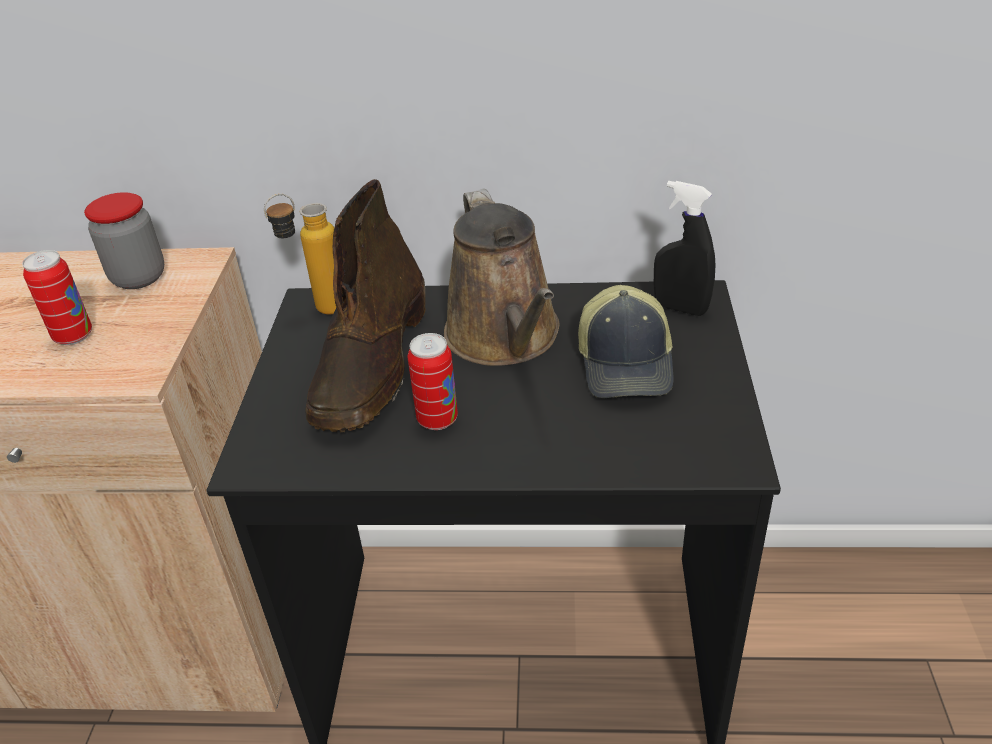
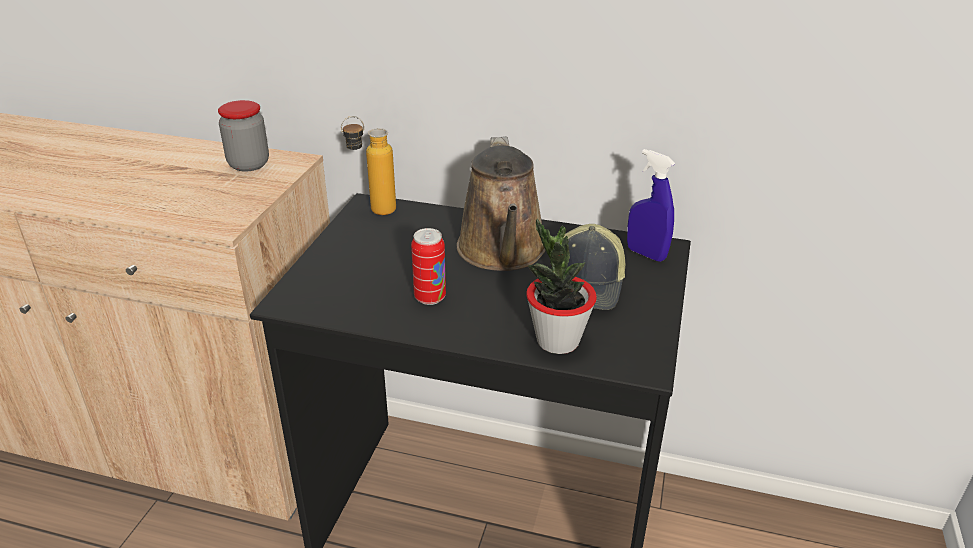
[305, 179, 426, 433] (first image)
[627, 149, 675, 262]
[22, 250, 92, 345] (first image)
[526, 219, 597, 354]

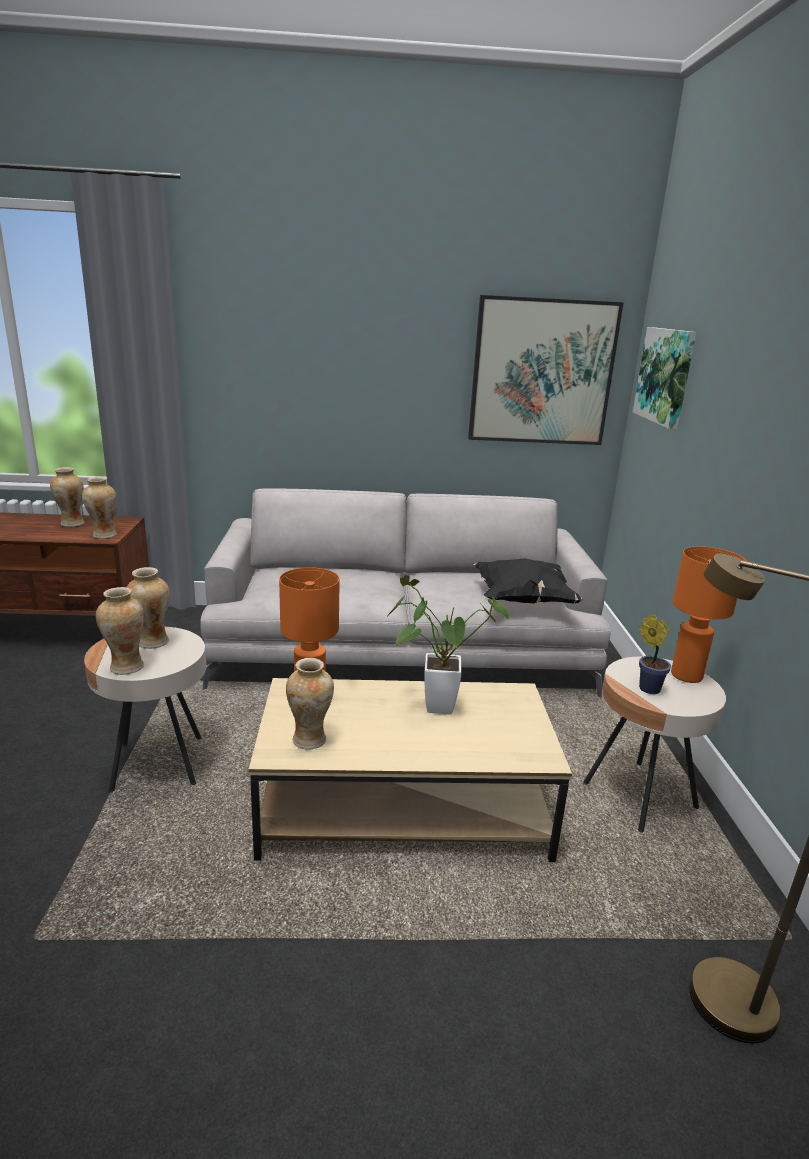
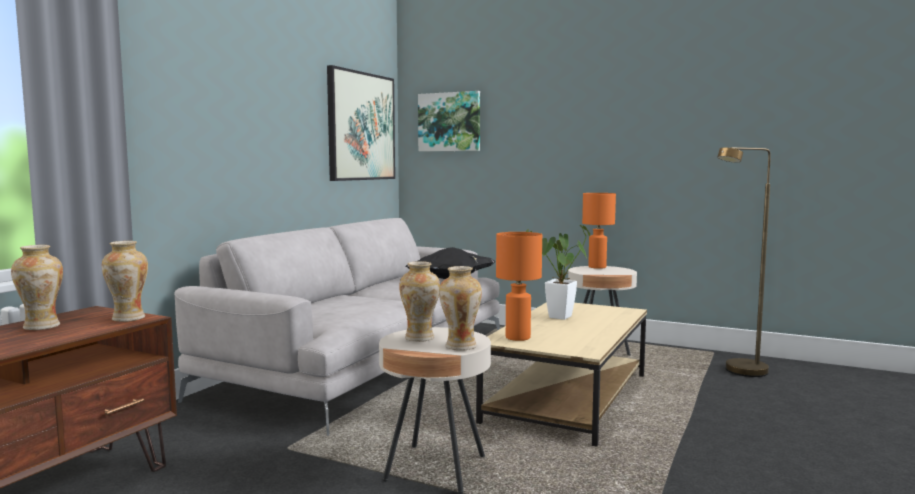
[639, 614, 671, 694] (first image)
[286, 658, 334, 750] (first image)

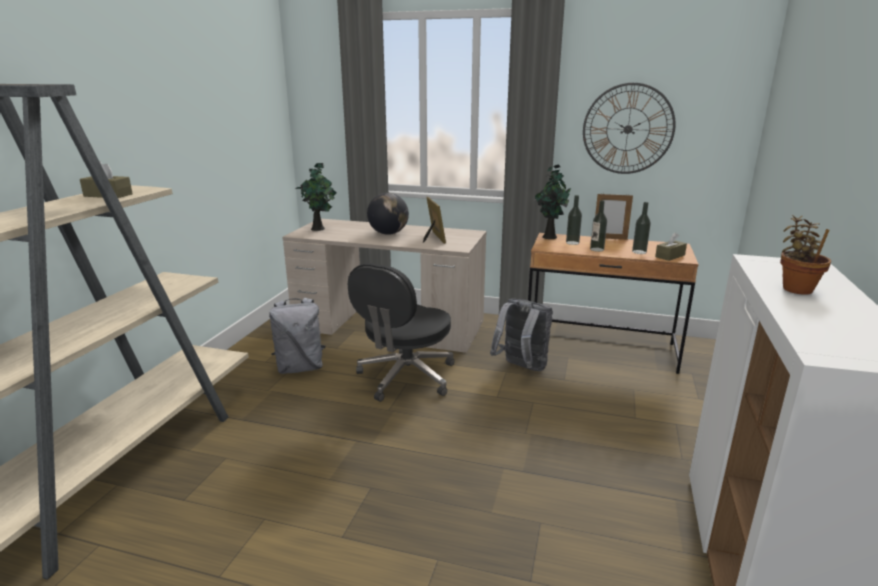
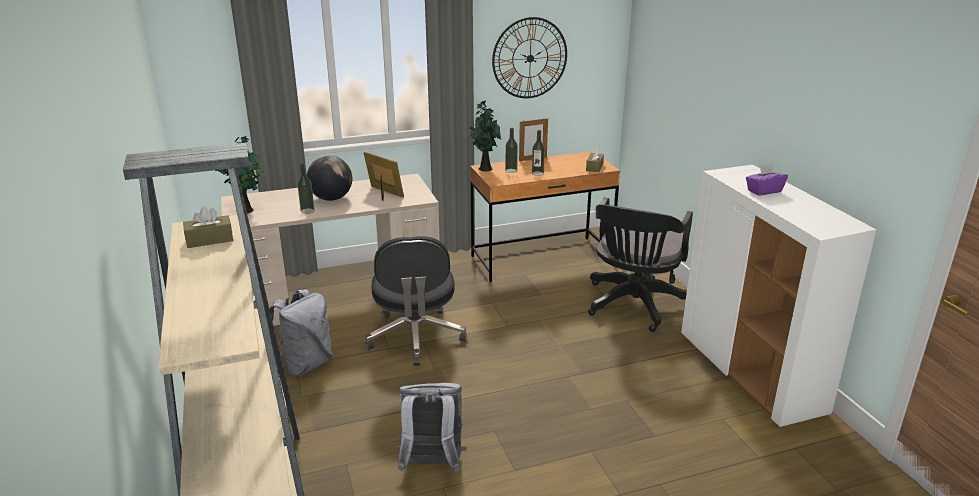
[297, 163, 314, 214]
[746, 164, 788, 196]
[396, 383, 466, 472]
[588, 197, 693, 332]

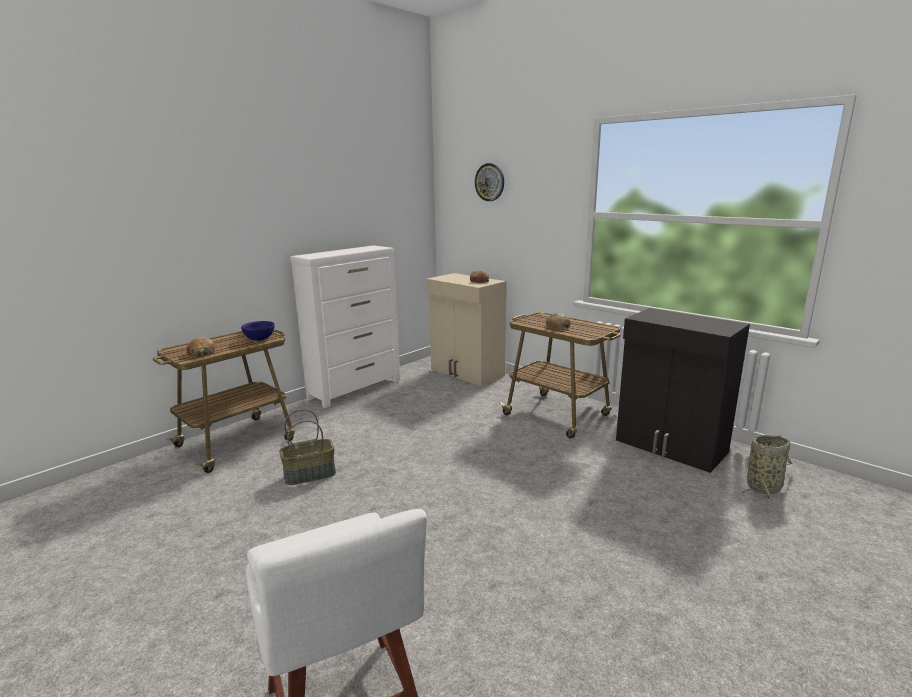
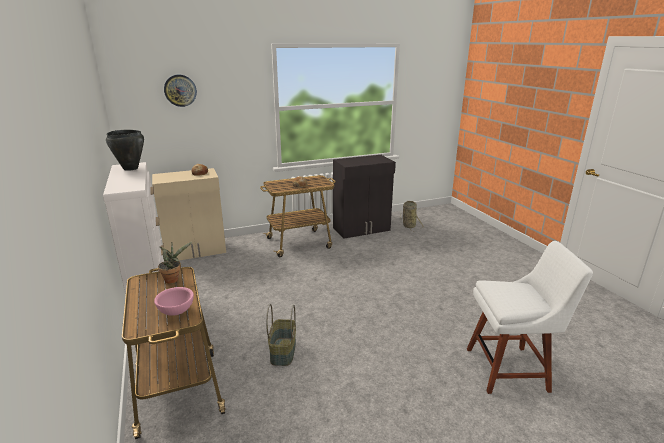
[158, 242, 192, 284]
[154, 287, 194, 316]
[106, 130, 144, 171]

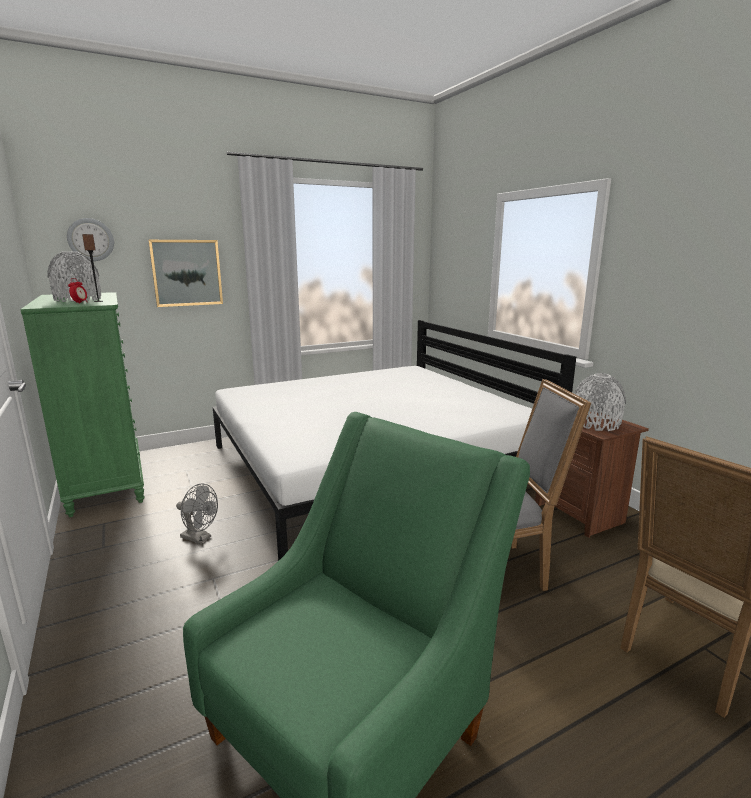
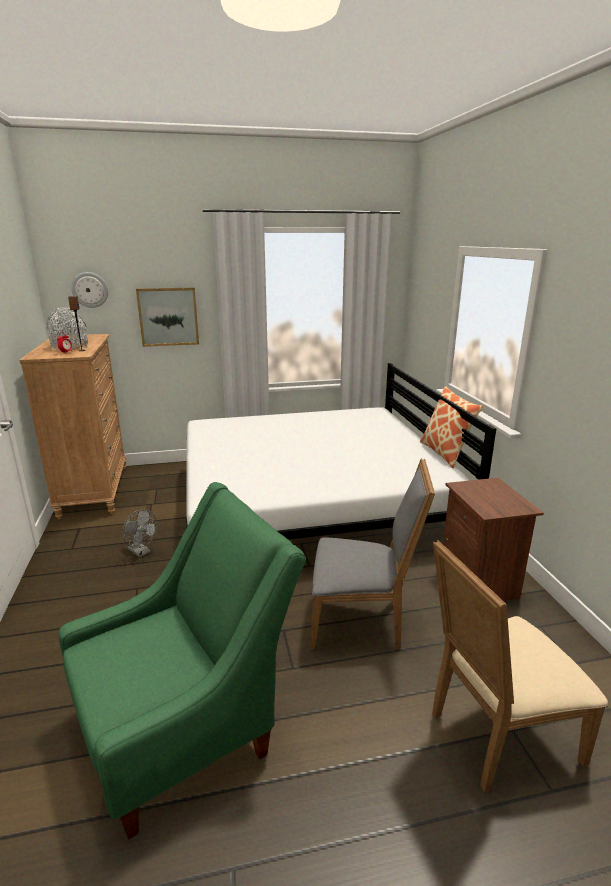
[19, 334, 127, 519]
[574, 373, 626, 431] (first image)
[420, 386, 483, 468]

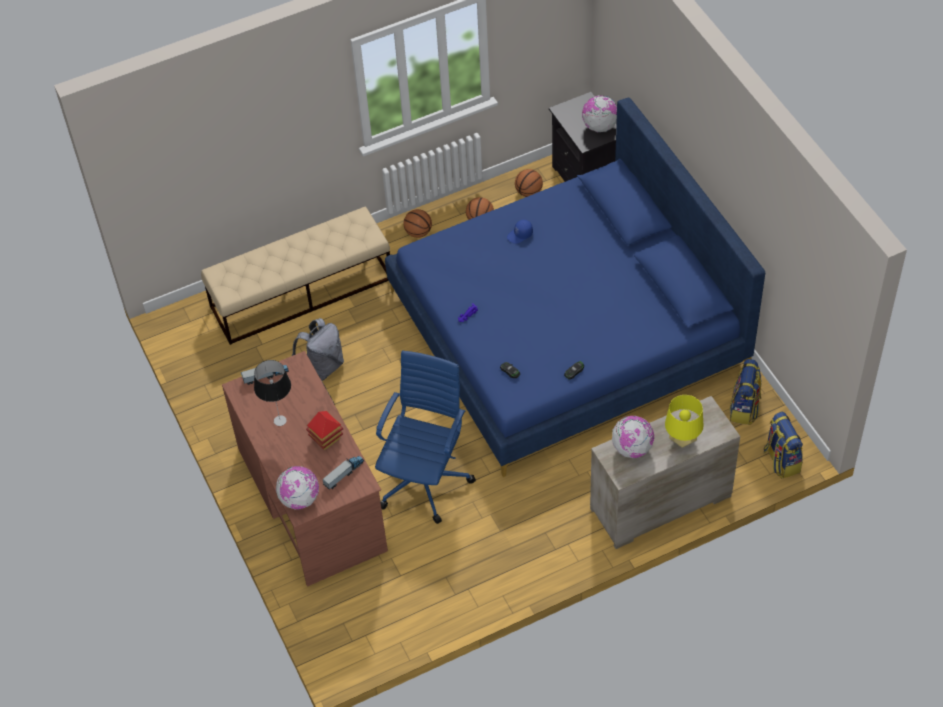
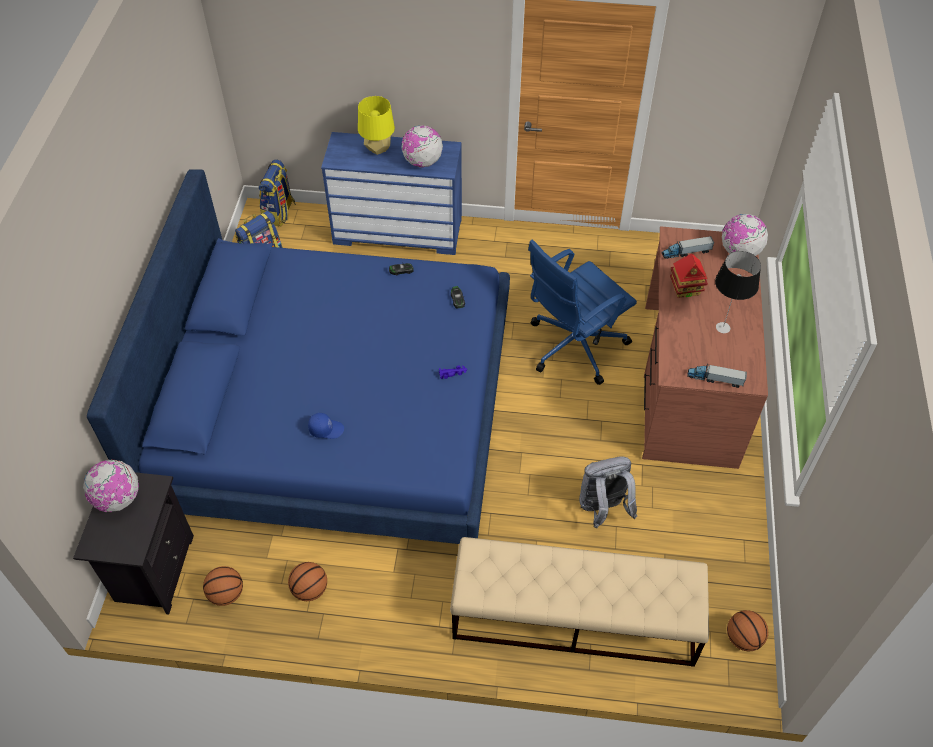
[727, 610, 768, 651]
[321, 132, 462, 255]

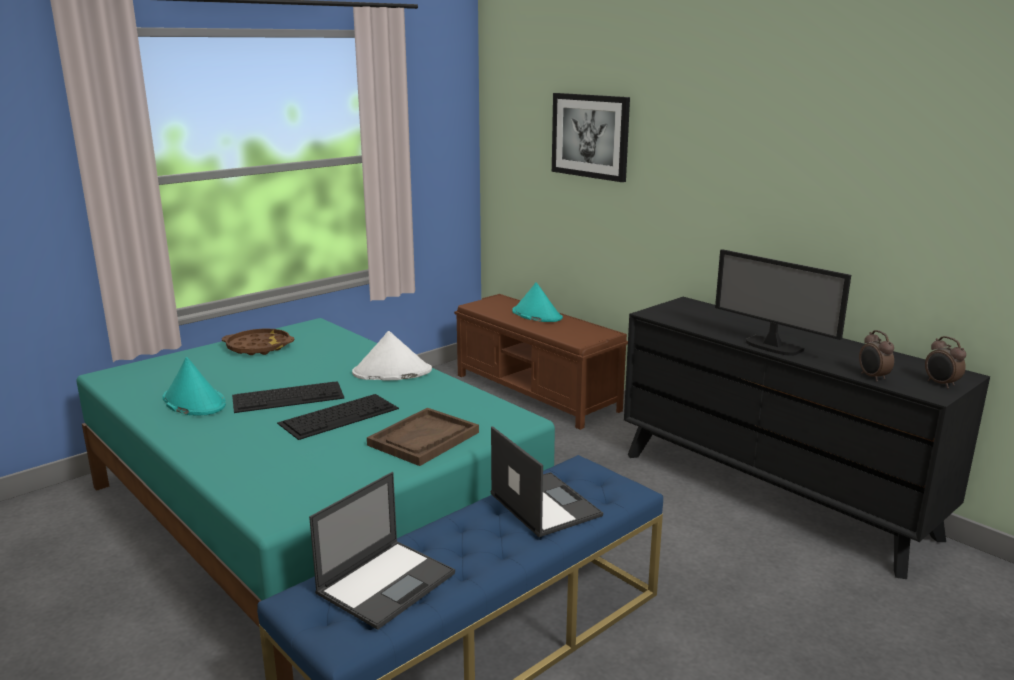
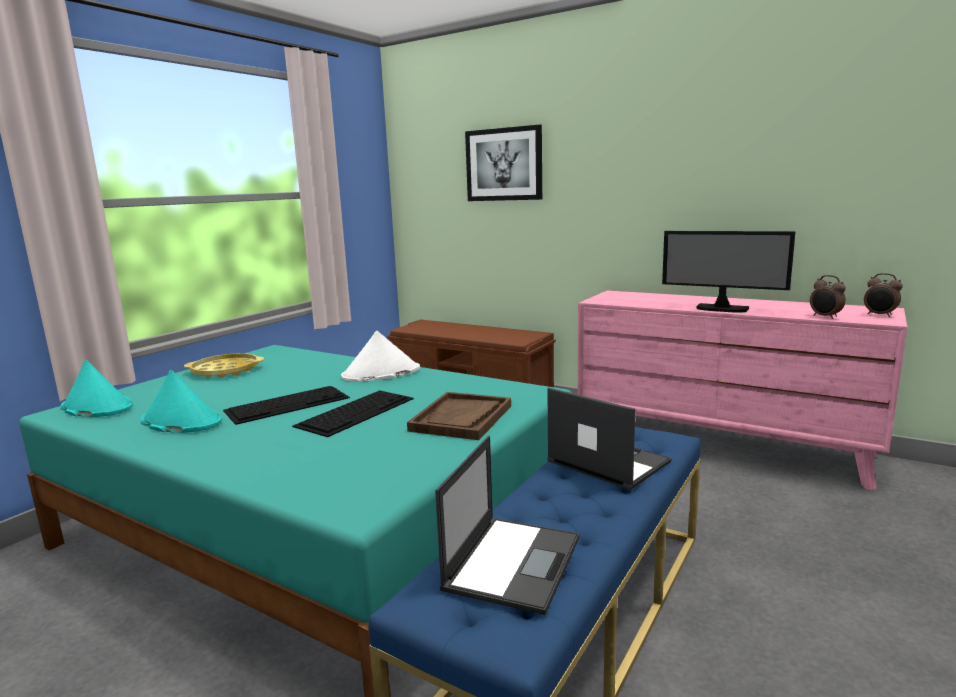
[60, 359, 133, 417]
[578, 291, 907, 490]
[184, 353, 264, 378]

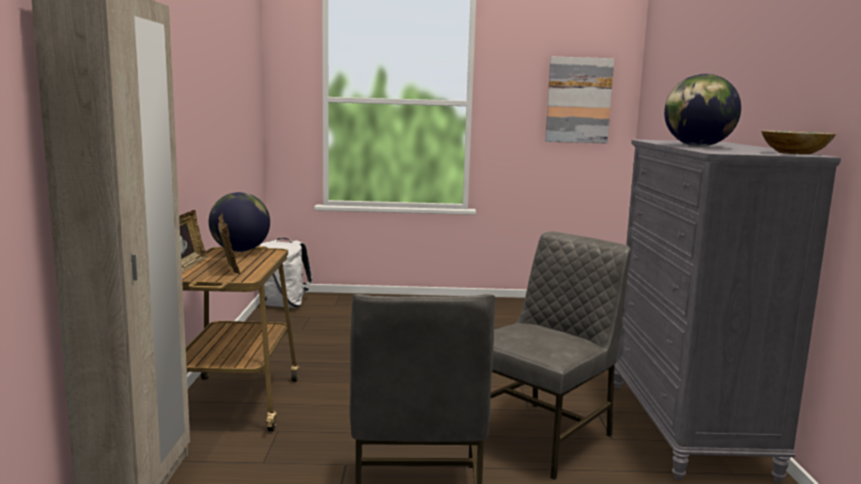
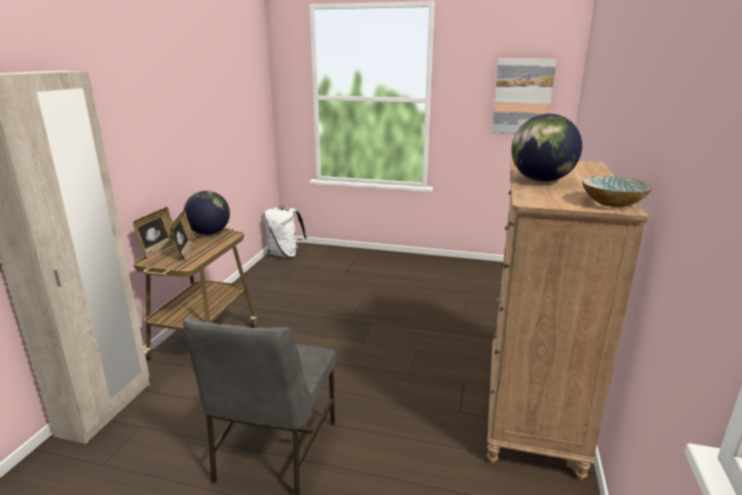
[487, 158, 648, 480]
[490, 232, 631, 480] (first image)

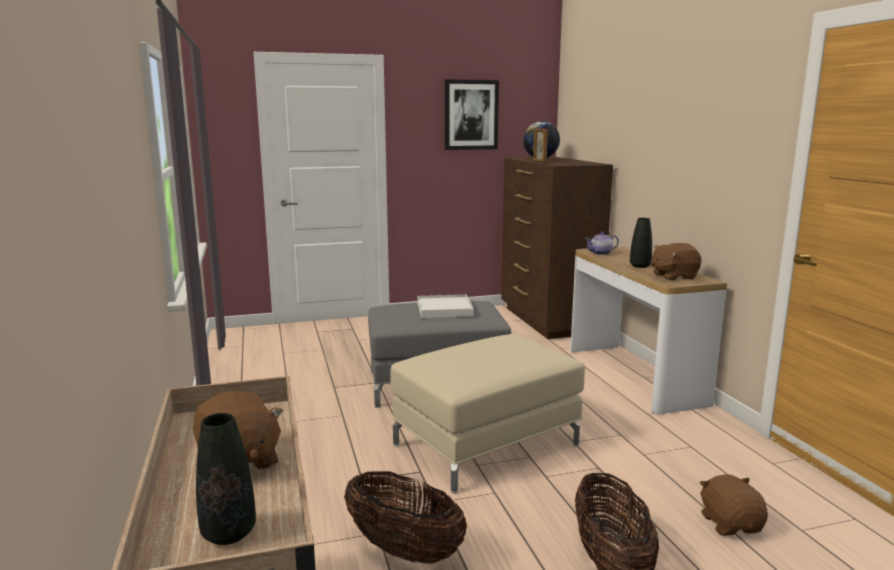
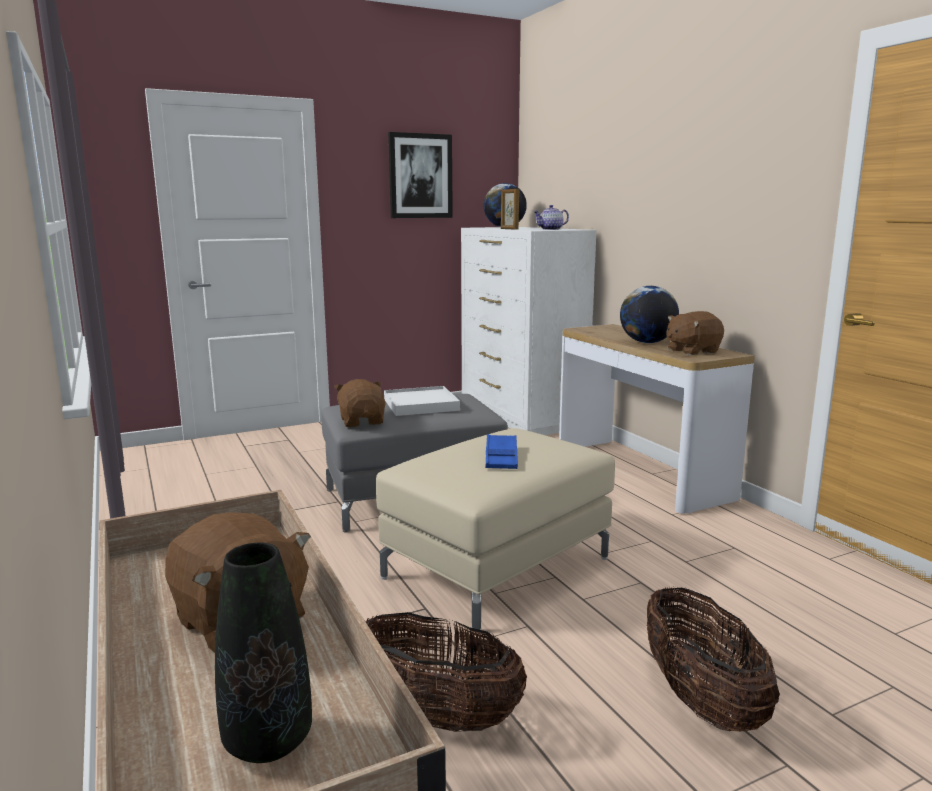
[461, 227, 596, 435]
[620, 286, 679, 343]
[534, 205, 569, 230]
[334, 379, 385, 427]
[485, 434, 518, 469]

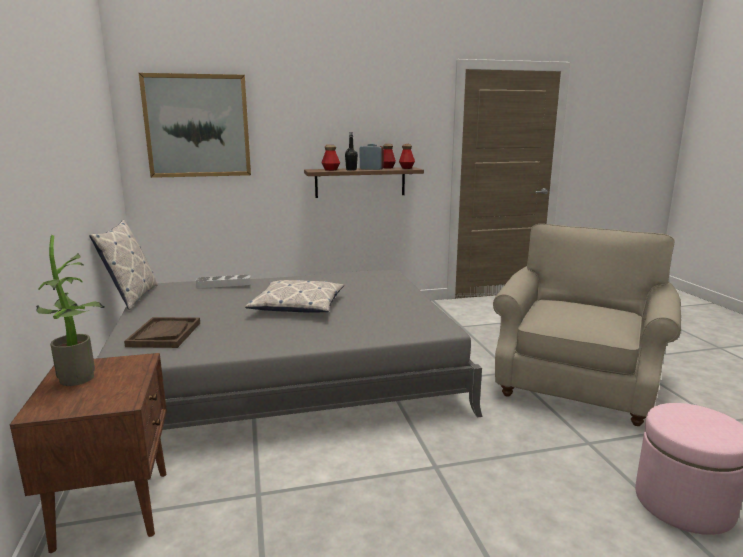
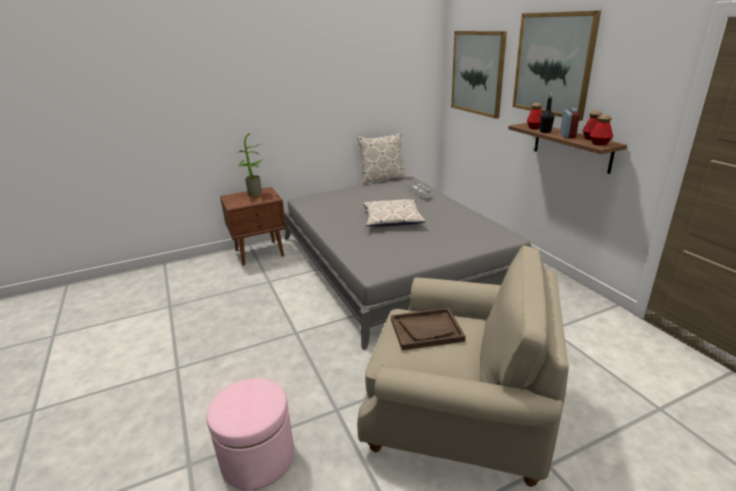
[391, 308, 466, 350]
[513, 10, 601, 121]

